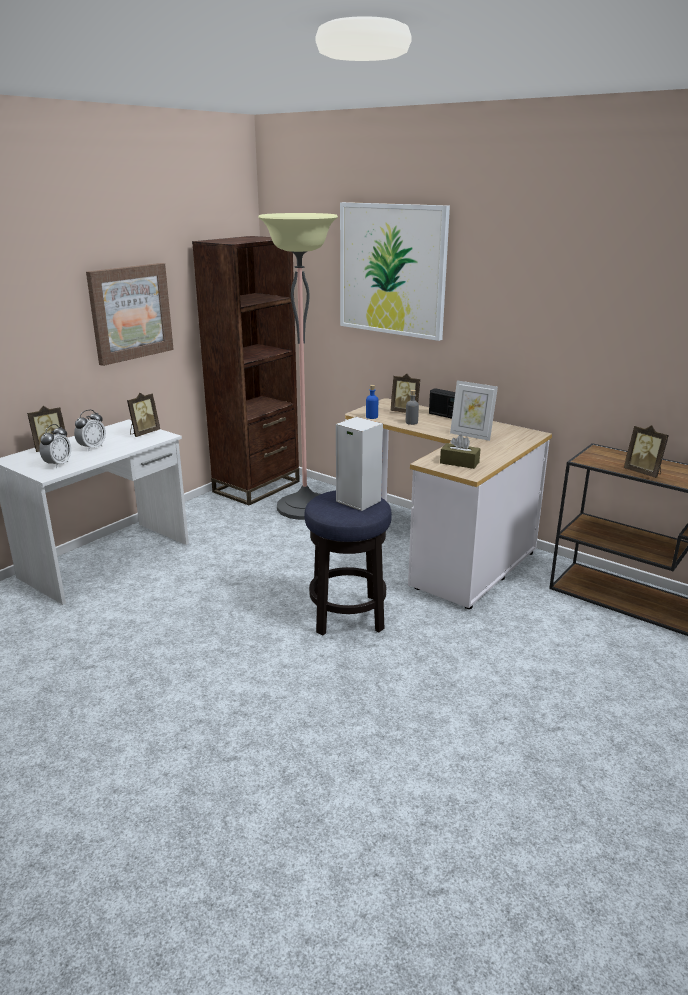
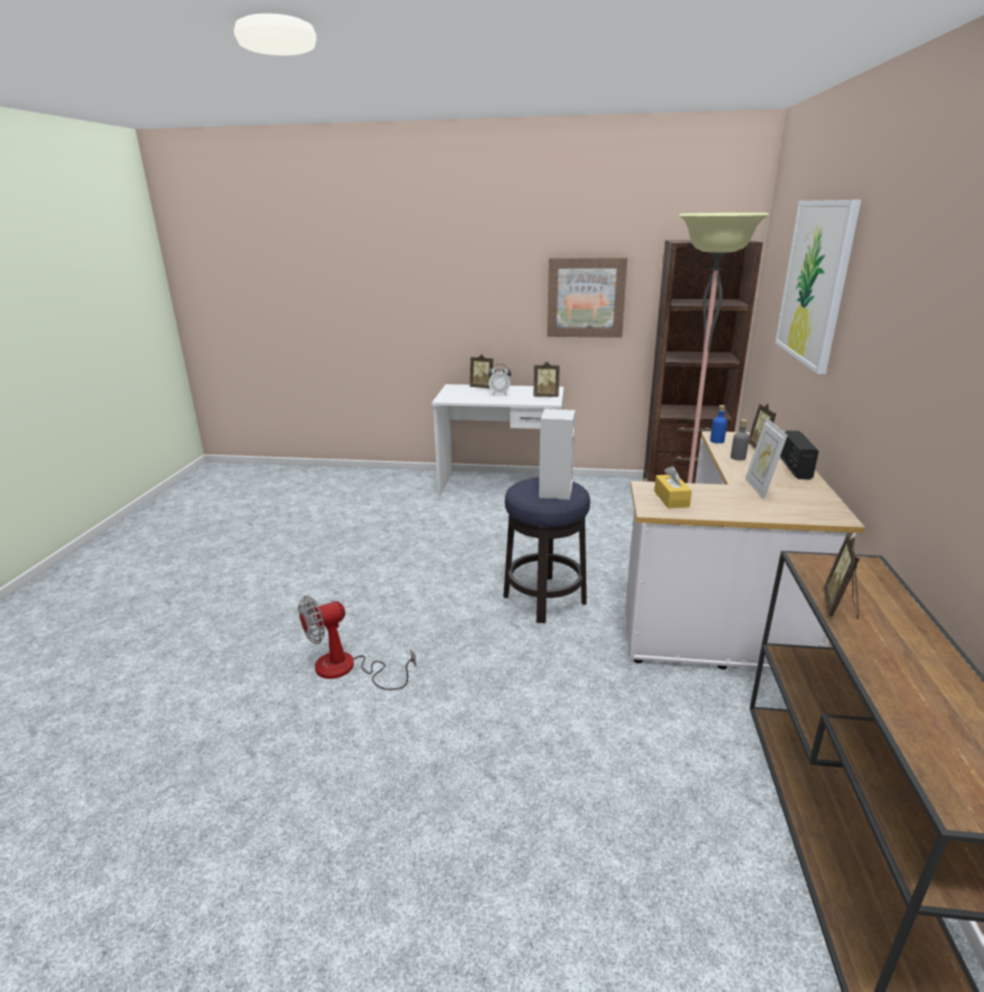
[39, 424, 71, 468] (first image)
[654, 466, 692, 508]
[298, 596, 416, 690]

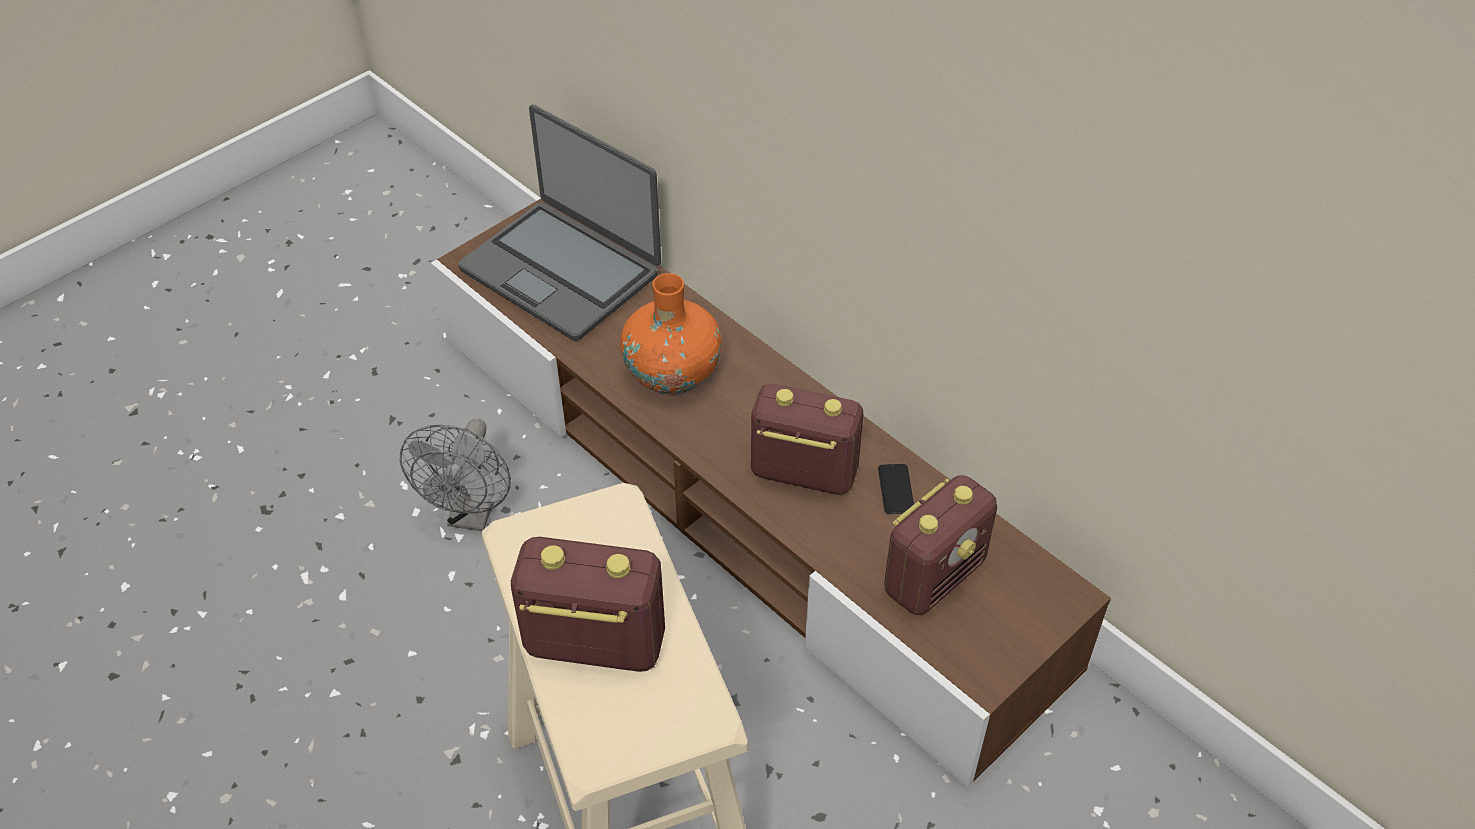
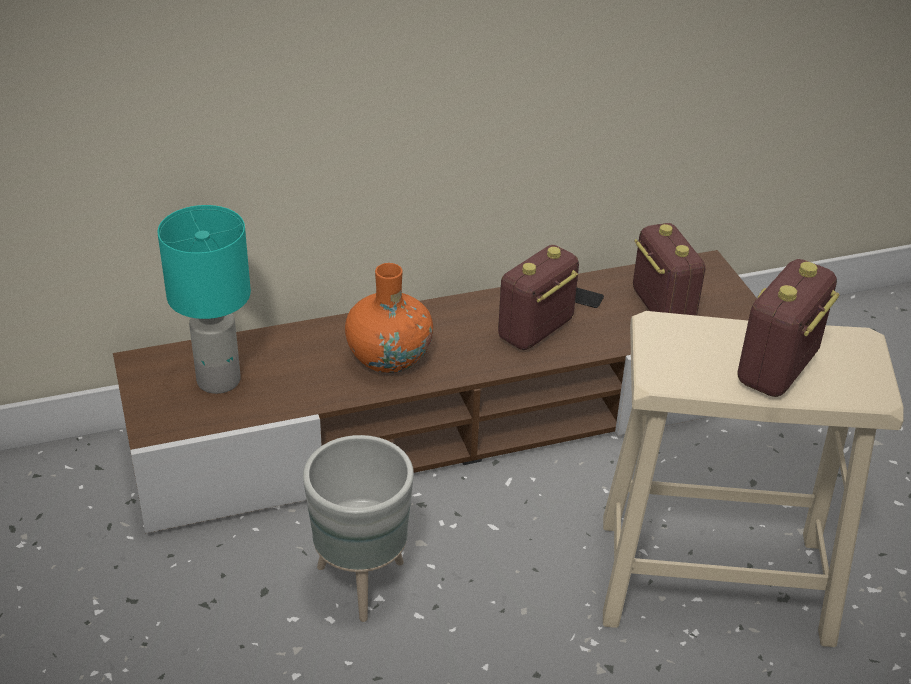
[158, 205, 251, 394]
[303, 435, 414, 622]

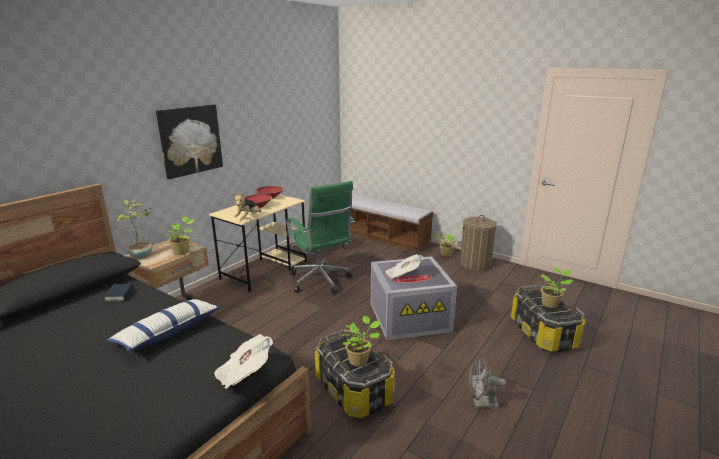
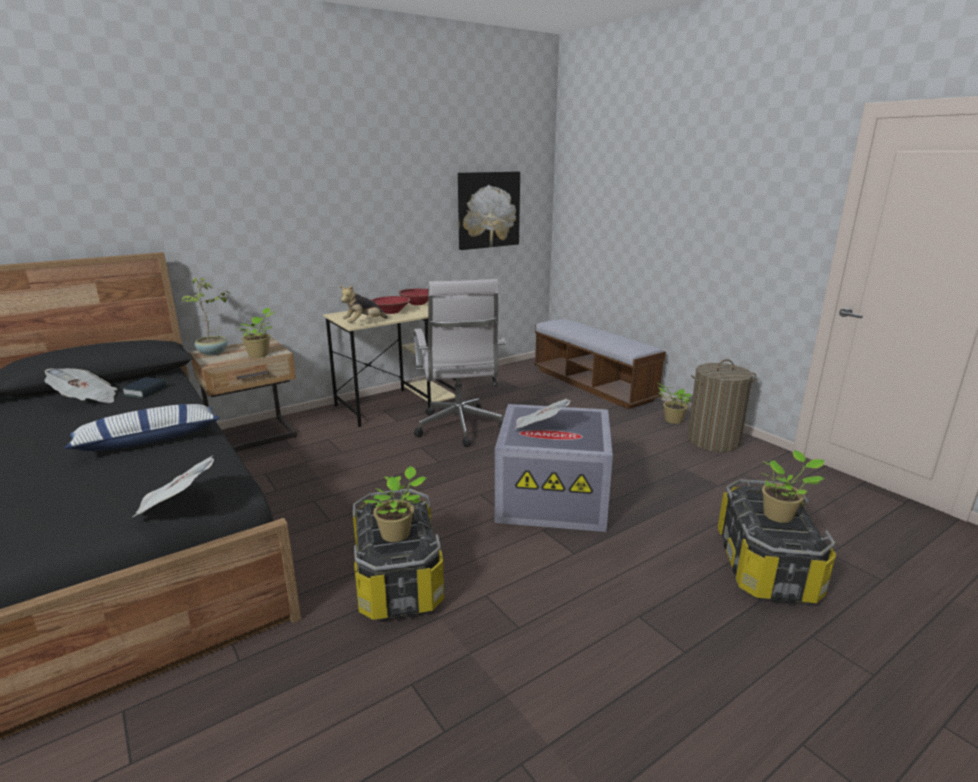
[458, 172, 520, 250]
[414, 279, 506, 447]
[468, 358, 506, 408] (first image)
[44, 368, 117, 403]

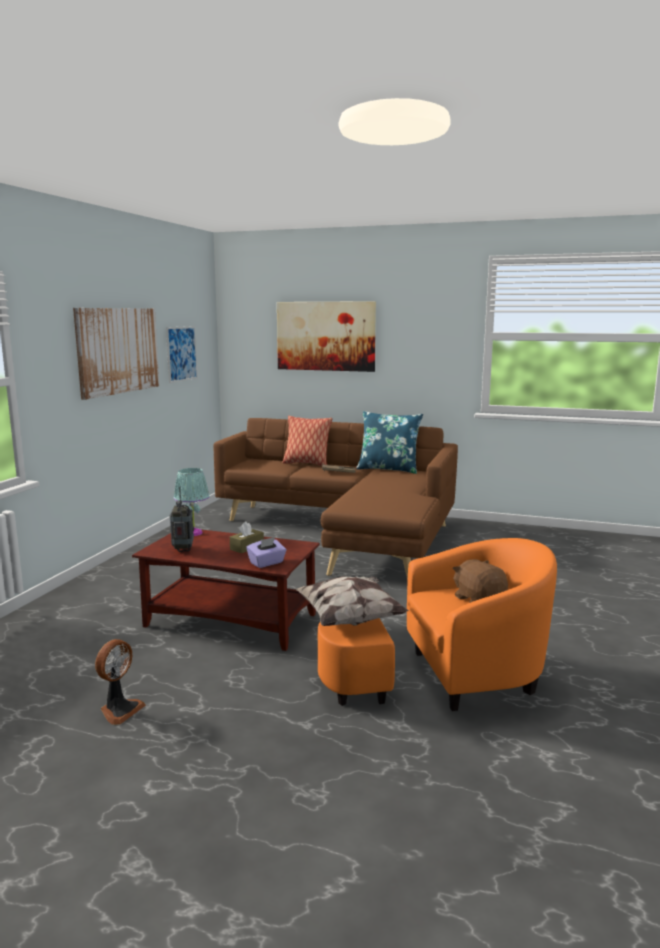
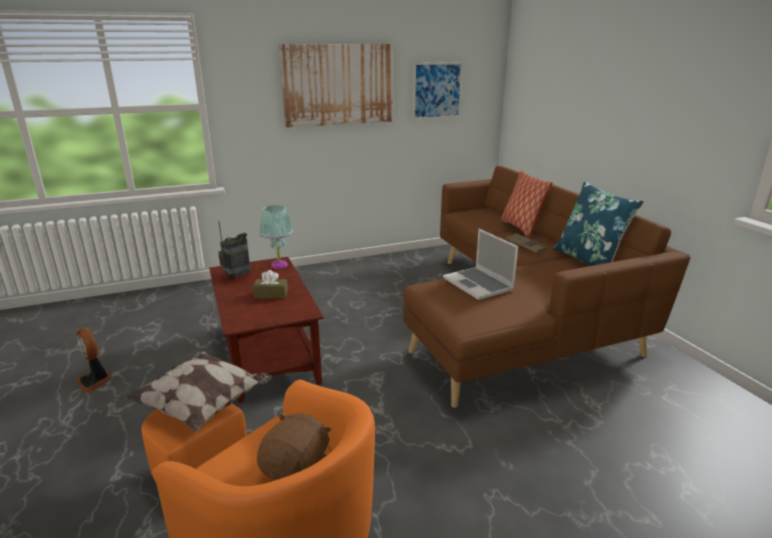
[277, 301, 376, 372] (first image)
[246, 537, 287, 568] (first image)
[76, 328, 111, 393]
[443, 229, 519, 300]

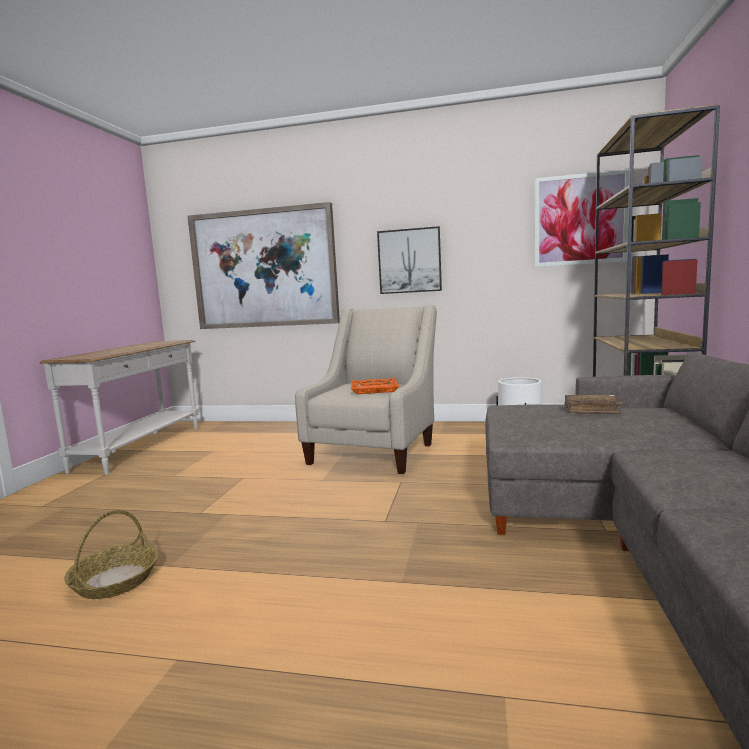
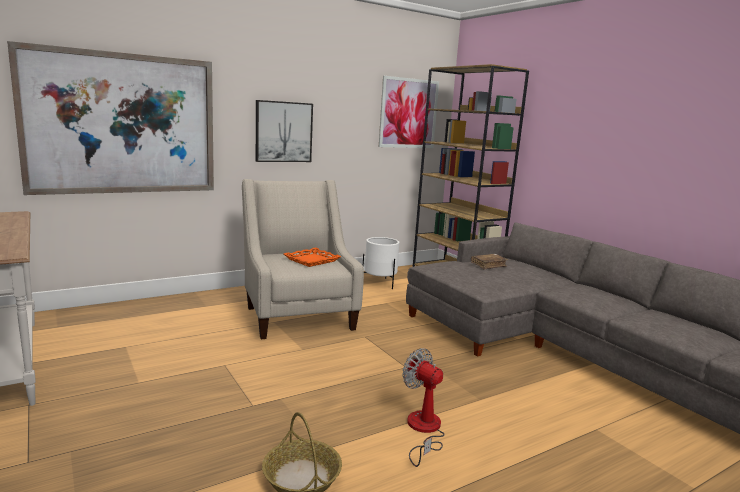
[402, 348, 445, 467]

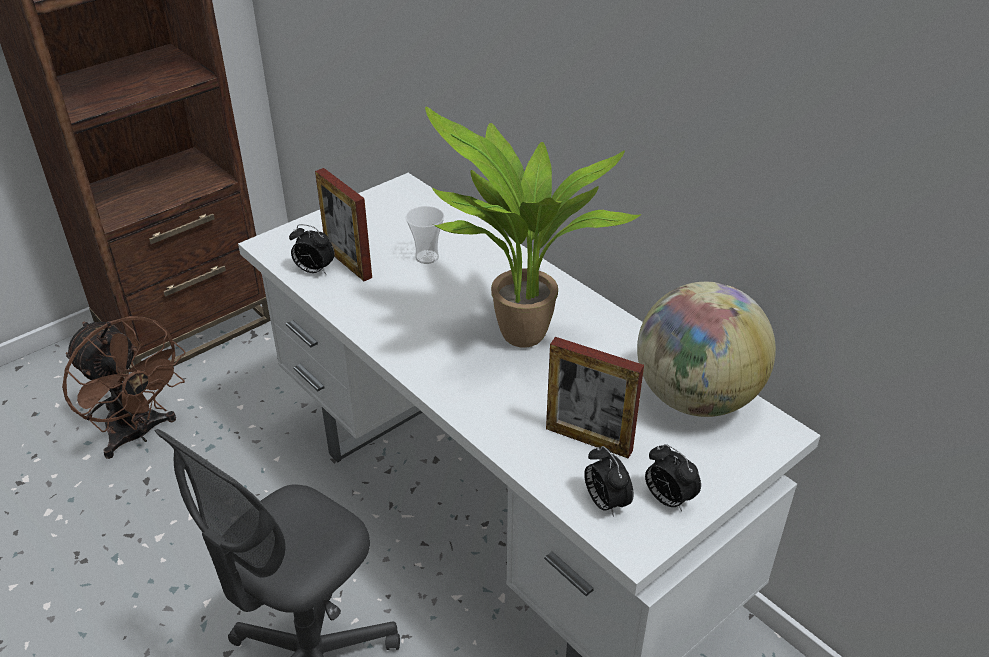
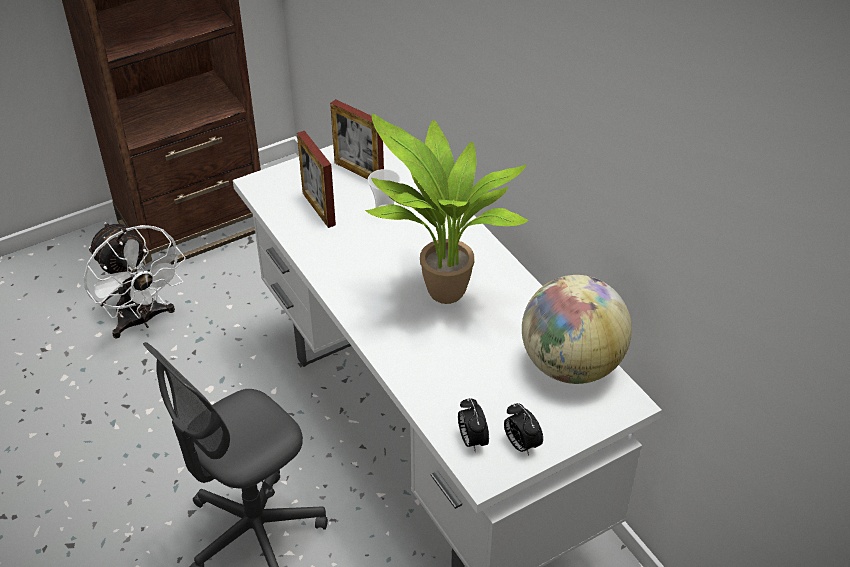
[289, 224, 334, 275] (first image)
[83, 222, 186, 339]
[330, 99, 384, 179]

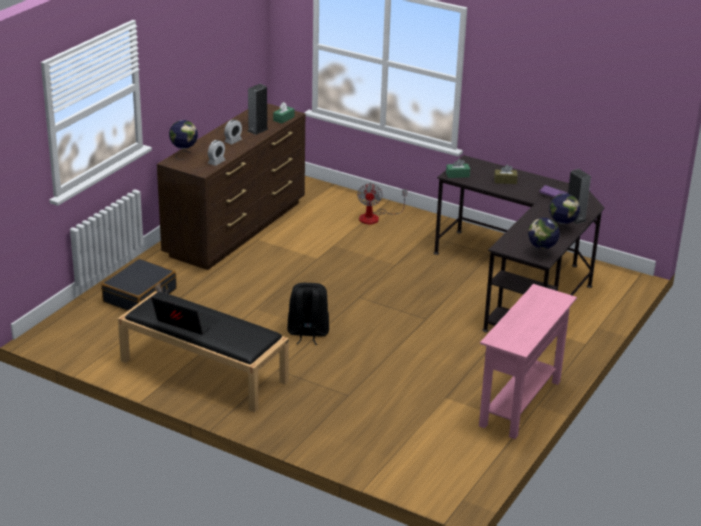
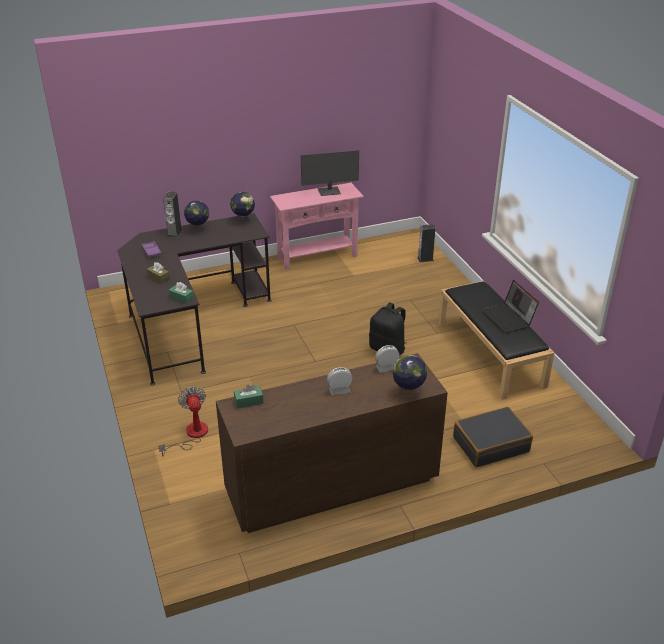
[417, 224, 435, 262]
[159, 386, 208, 456]
[301, 150, 359, 196]

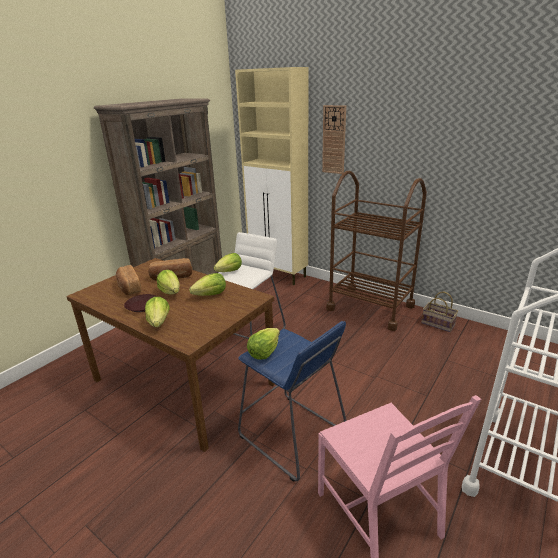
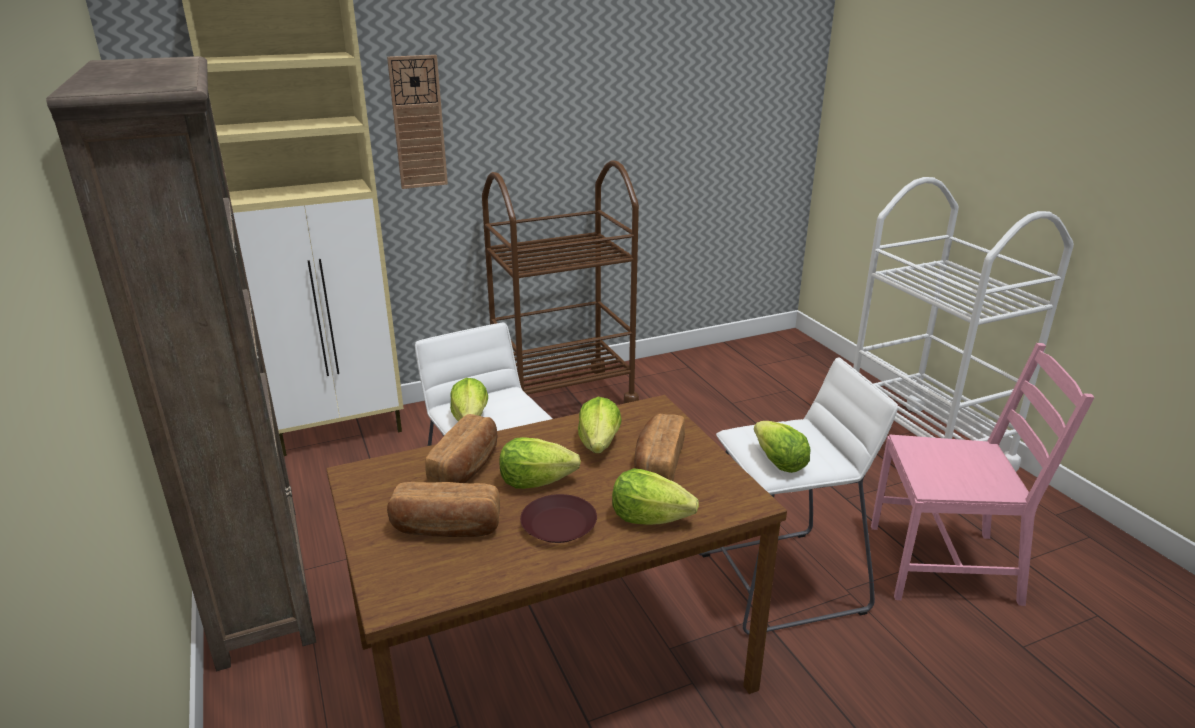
[421, 292, 458, 332] (first image)
[699, 357, 898, 635]
[634, 414, 685, 481]

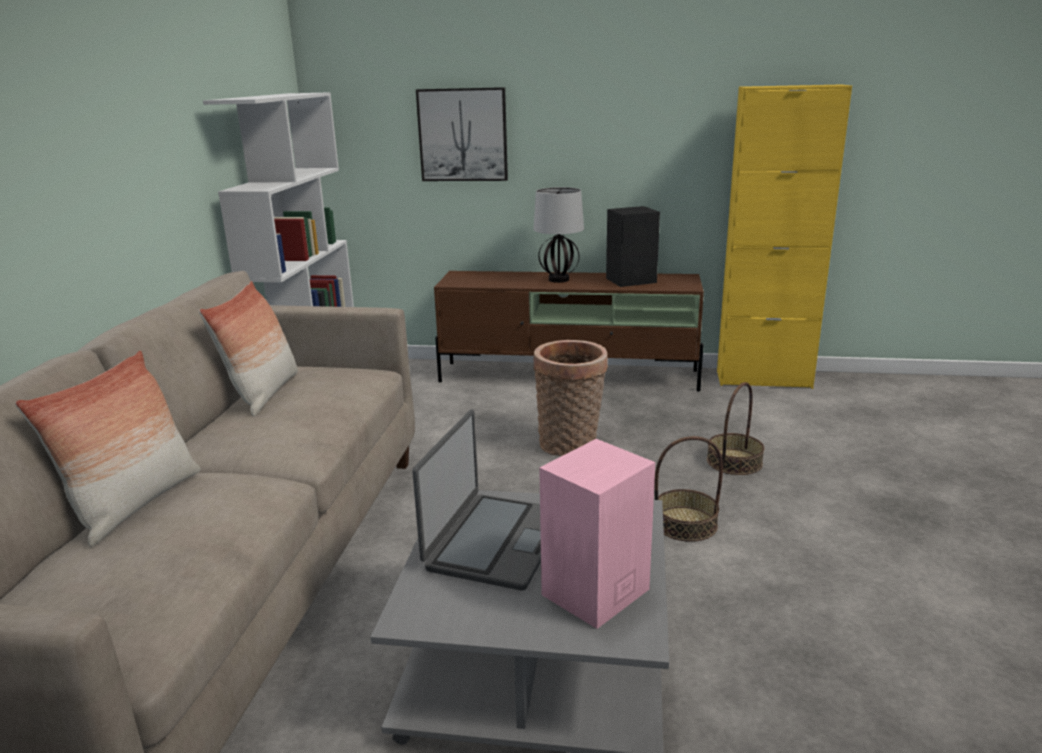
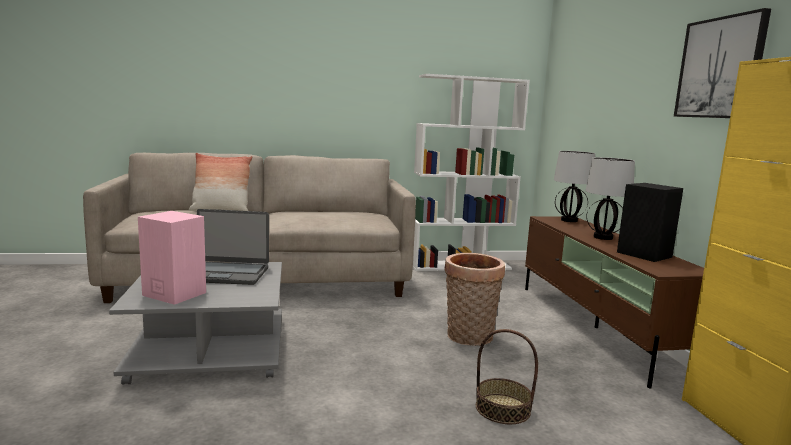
[674, 8, 771, 118]
[199, 281, 298, 416] (first image)
[655, 436, 723, 542] (first image)
[554, 151, 595, 222]

